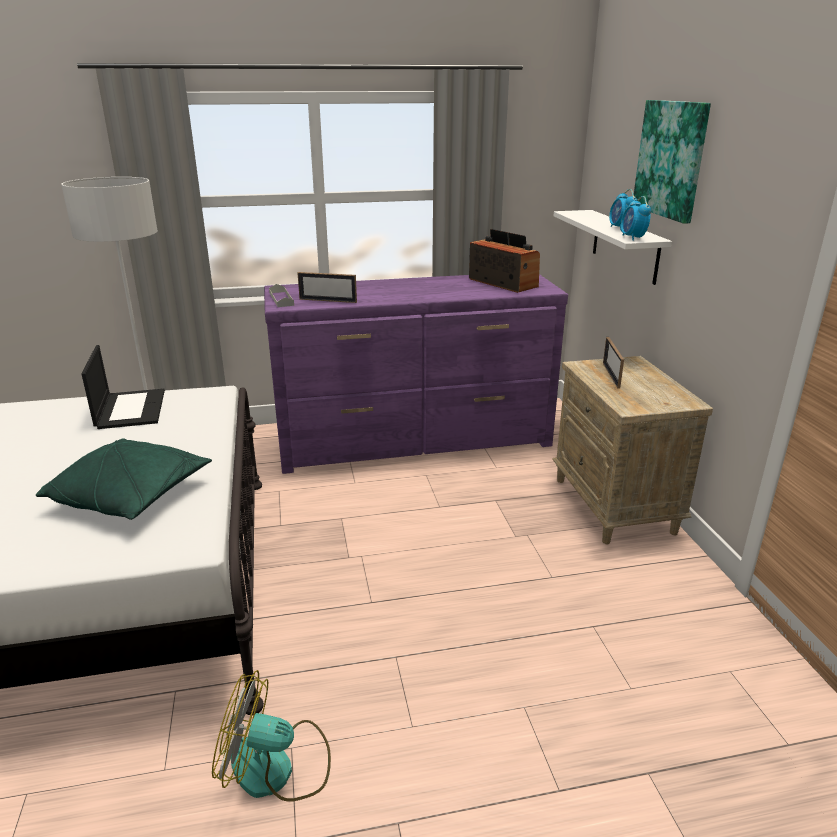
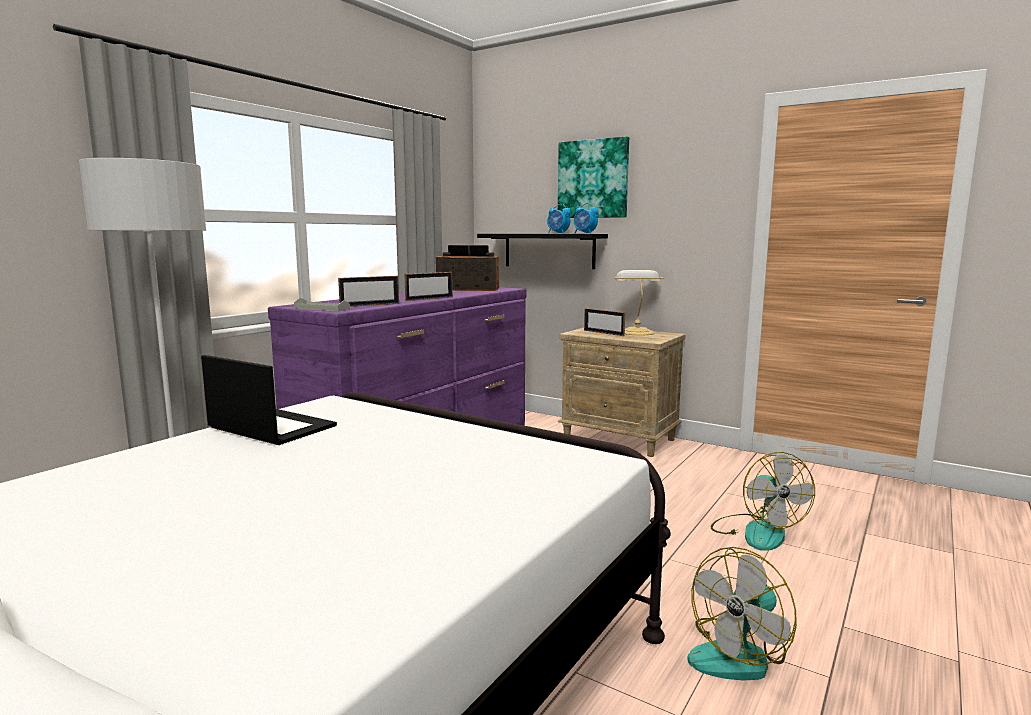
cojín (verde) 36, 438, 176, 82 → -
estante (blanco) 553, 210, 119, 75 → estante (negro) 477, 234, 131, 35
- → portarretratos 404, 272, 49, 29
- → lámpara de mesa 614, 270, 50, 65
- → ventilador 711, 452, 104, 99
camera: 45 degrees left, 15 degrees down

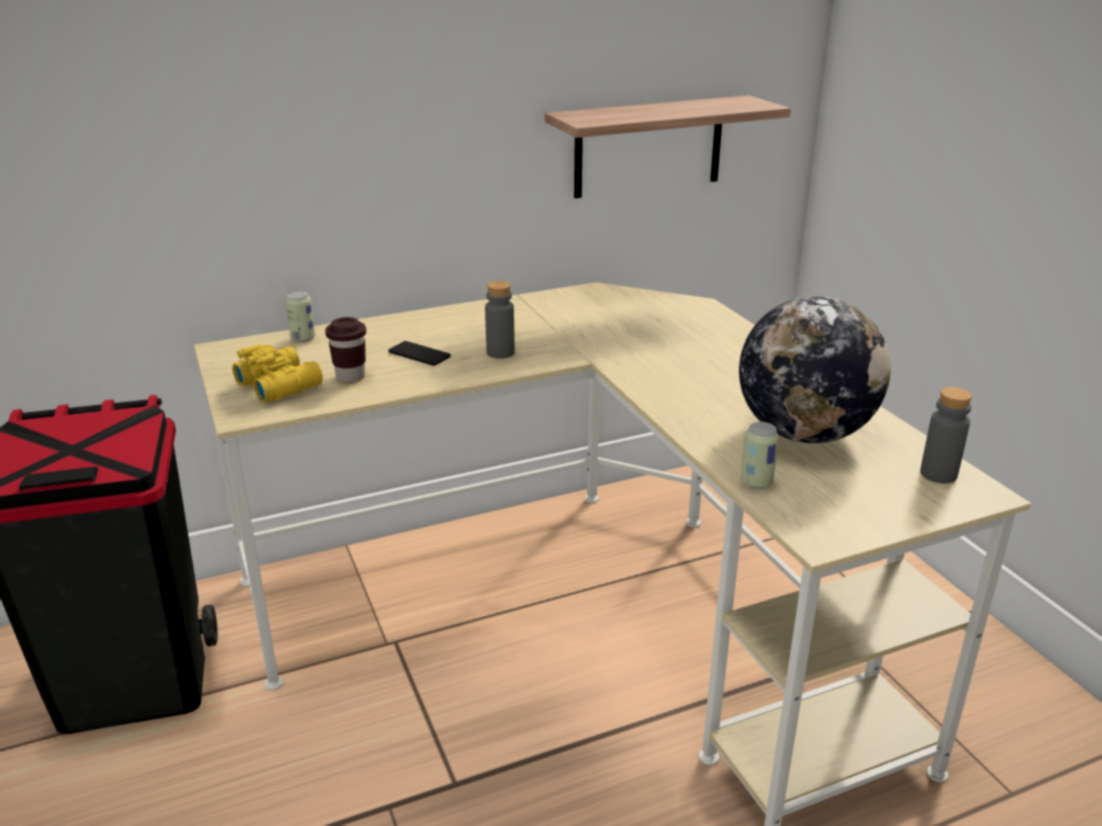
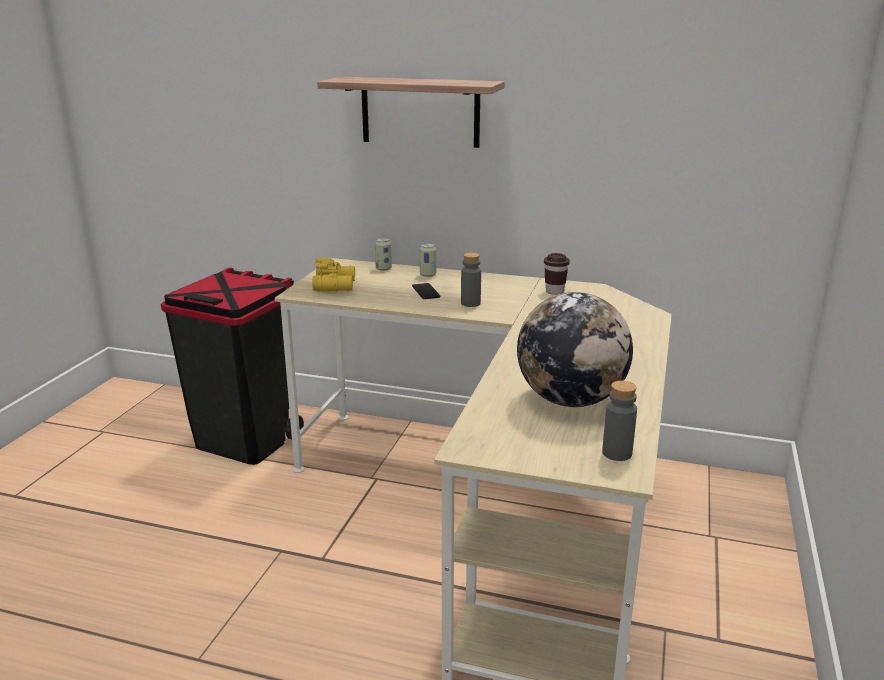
taza (marrón) 325, 317, 41, 65 → taza (marrón) 544, 253, 26, 42, relocated
estante 545, 95, 246, 103 → estante 317, 77, 188, 71, relocated
lata 741, 422, 38, 67 → lata 420, 243, 16, 34, relocated
camera: 40 degrees right, 5 degrees down

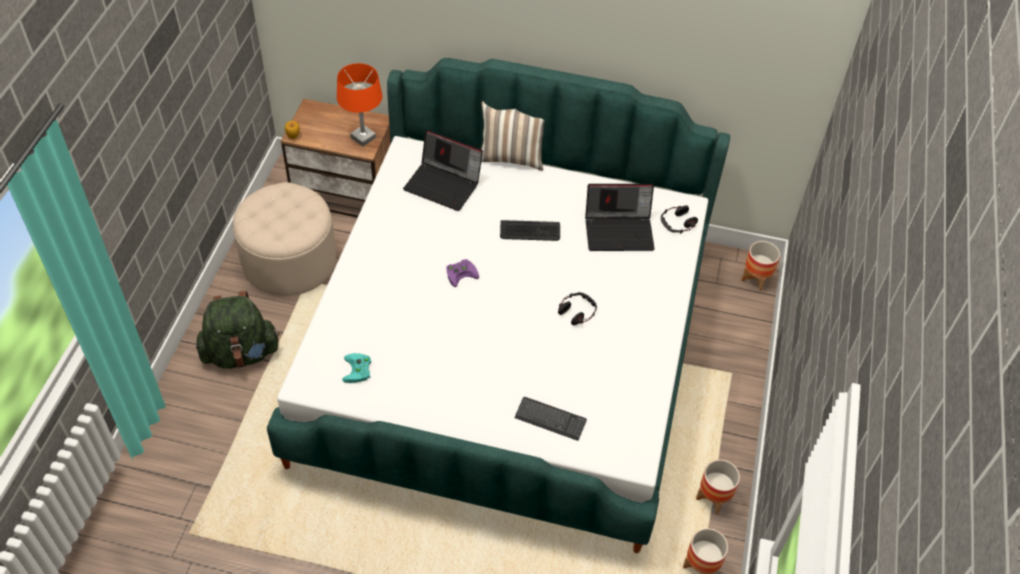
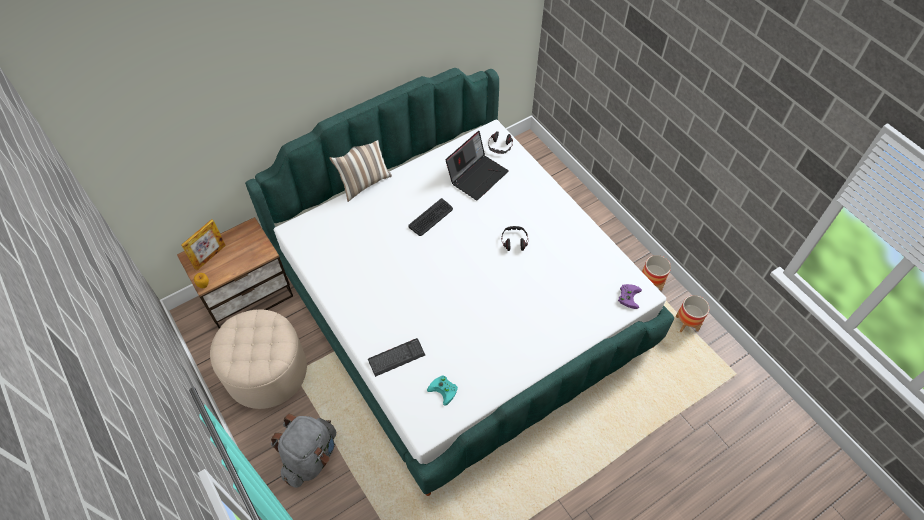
mochila (verde) 196, 291, 84, 78 → mochila (gris) 271, 414, 65, 74
lámpara de mesa (naranja) 337, 63, 45, 84 → -
portátil 403, 130, 80, 81 → -
mando de consola (morado) 446, 259, 33, 28 → mando de consola (morado) 618, 284, 24, 25, relocated
teclado 515, 397, 72, 44 → teclado 368, 338, 57, 39, relocated
maceta 741, 241, 39, 50 → -
- → portarretratos 181, 219, 45, 52
camera: 45 degrees left, 5 degrees up

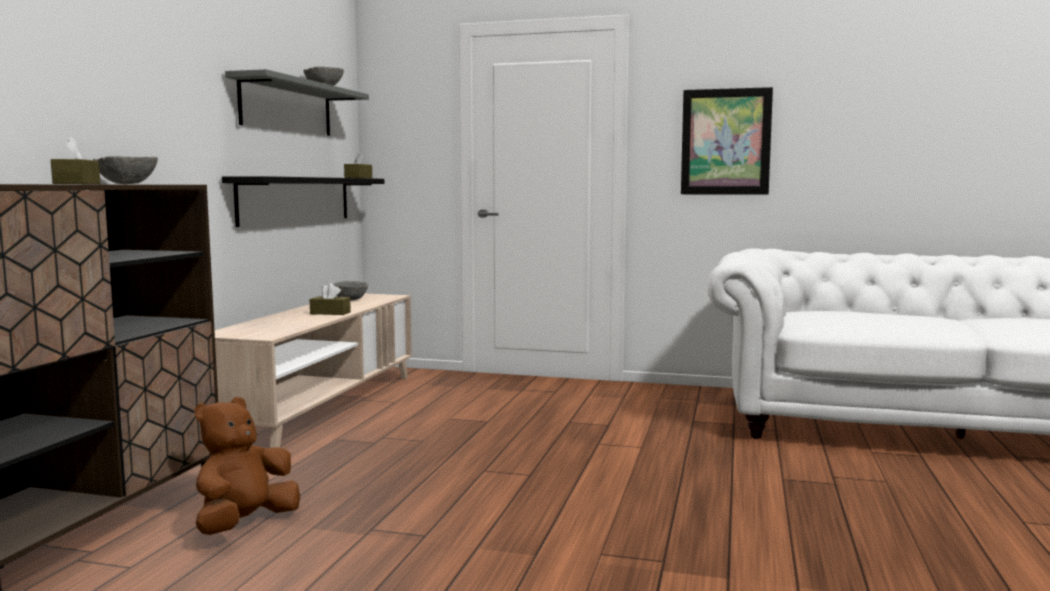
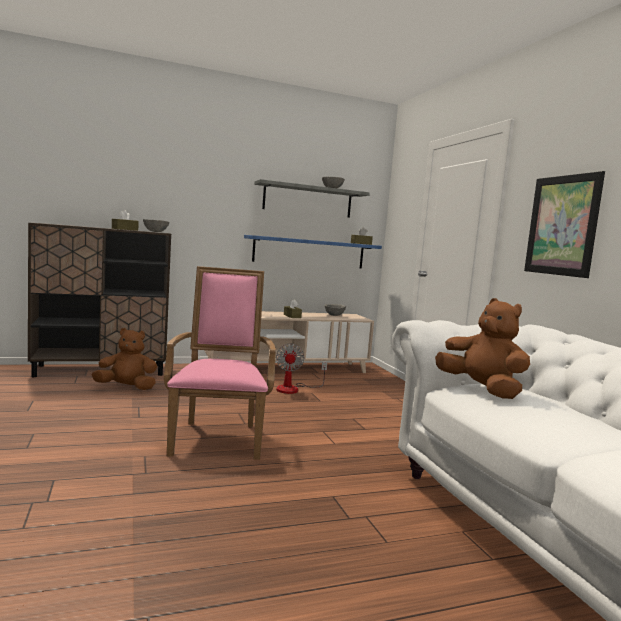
estante (negro) 222, 176, 162, 51 → estante (azul) 244, 235, 138, 34
- → sillón (rosa) 164, 266, 112, 194
- → ventilador 276, 343, 51, 51
- → peluche (marrón) 435, 298, 95, 101
camera: 55 degrees right, 0 degrees up

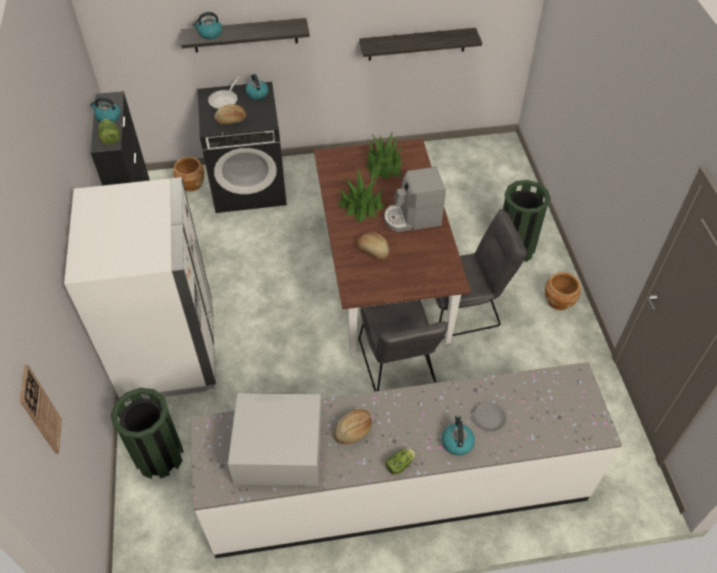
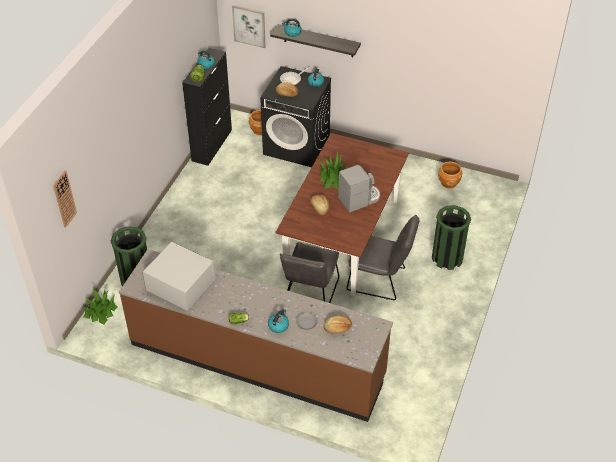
nevera (blanco) 64, 177, 152, 225 → -
mueble bajo de cocina (blanco) 190, 362, 432, 196 → mueble bajo de cocina (marrón) 119, 249, 274, 173
pan 334, 409, 38, 35 → pan 324, 315, 28, 18, relocated
estante 359, 28, 123, 32 → -
planta en maceta 366, 131, 37, 49 → planta en maceta 81, 287, 37, 37, relocated
cafetera 384, 167, 62, 65 → cafetera 338, 165, 42, 47, 135 degrees clockwise
maceta (marrón) 545, 272, 36, 38 → maceta (marrón) 438, 162, 25, 26, relocated
- → cuadro 232, 5, 34, 43
camera: 30 degrees right, 5 degrees down

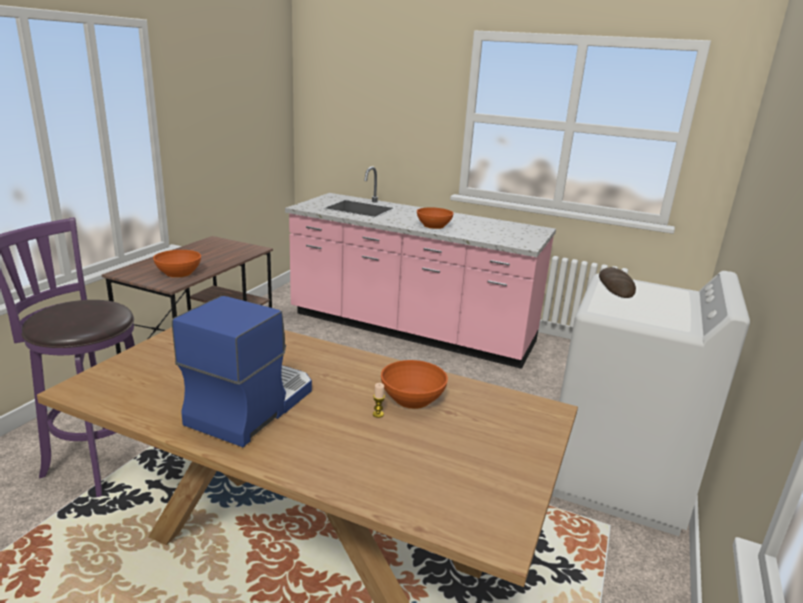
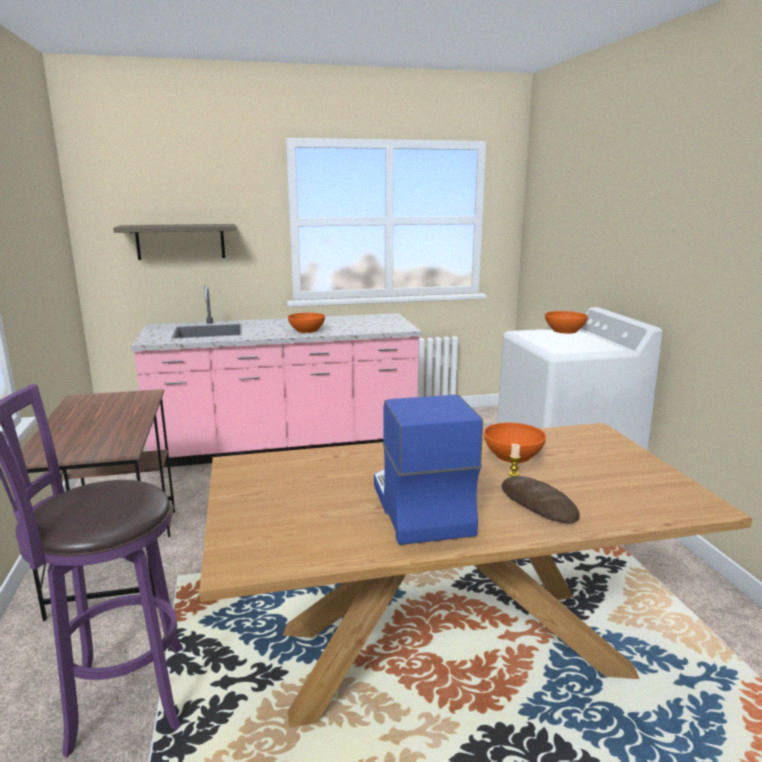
cuenco (naranja) 153, 250, 48, 28 → cuenco (naranja) 545, 311, 43, 23, relocated
pan 599, 267, 37, 31 → pan 501, 476, 79, 48, relocated
- → estante 113, 224, 123, 36
camera: 35 degrees left, 5 degrees down

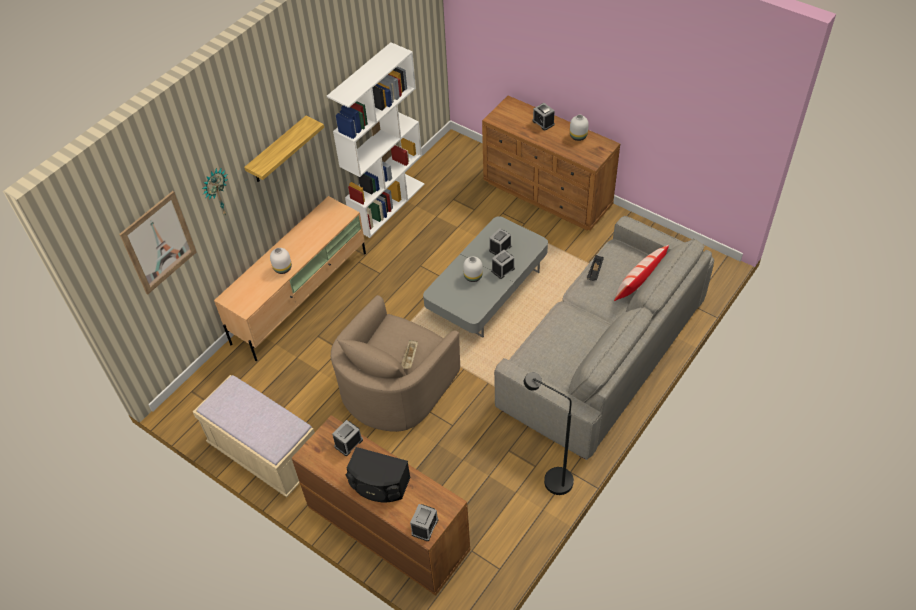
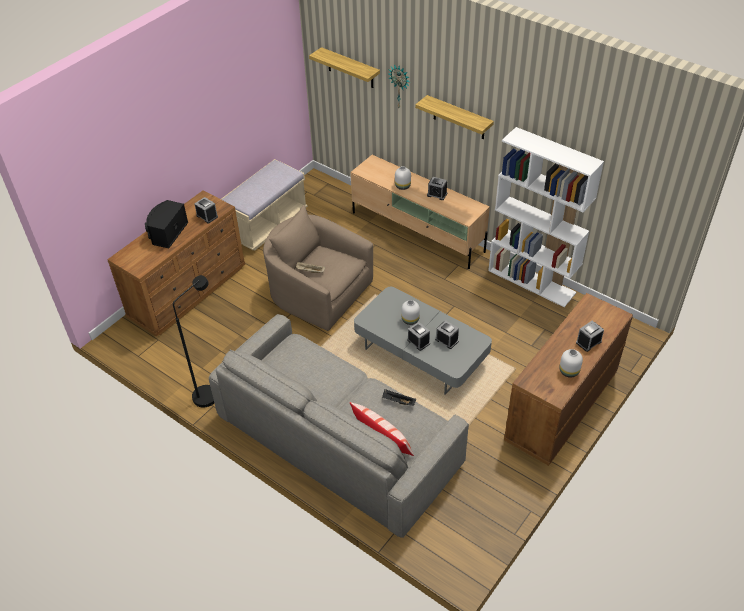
cuadro 119, 191, 77, 103 → estante 309, 47, 71, 41
despertador 410, 504, 28, 37 → despertador 427, 177, 20, 23, relocated
camera: 90 degrees right, 5 degrees down

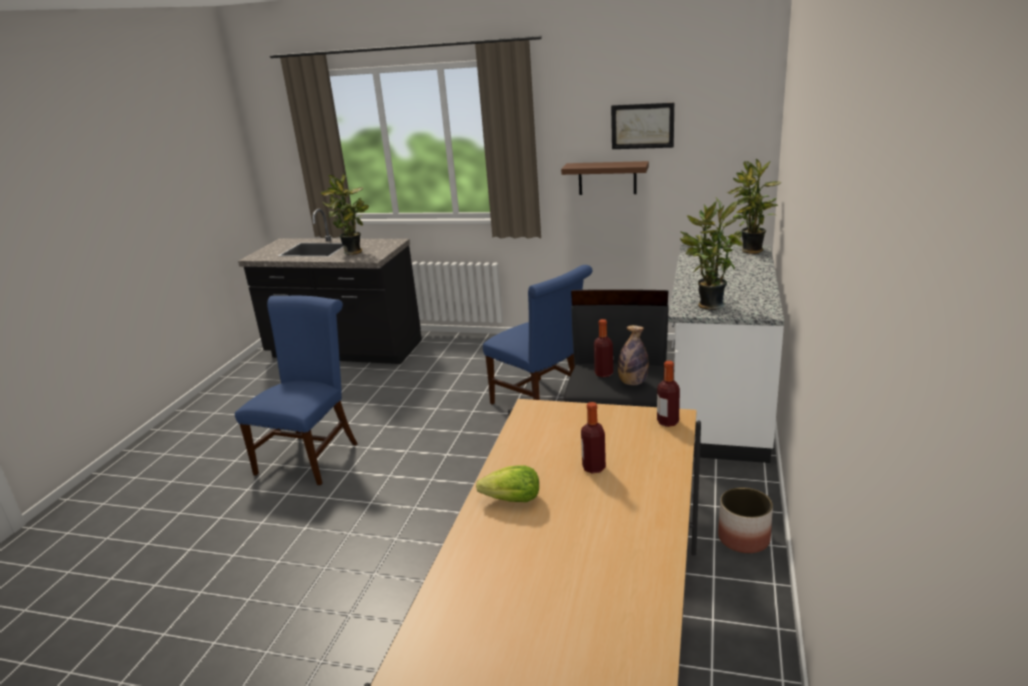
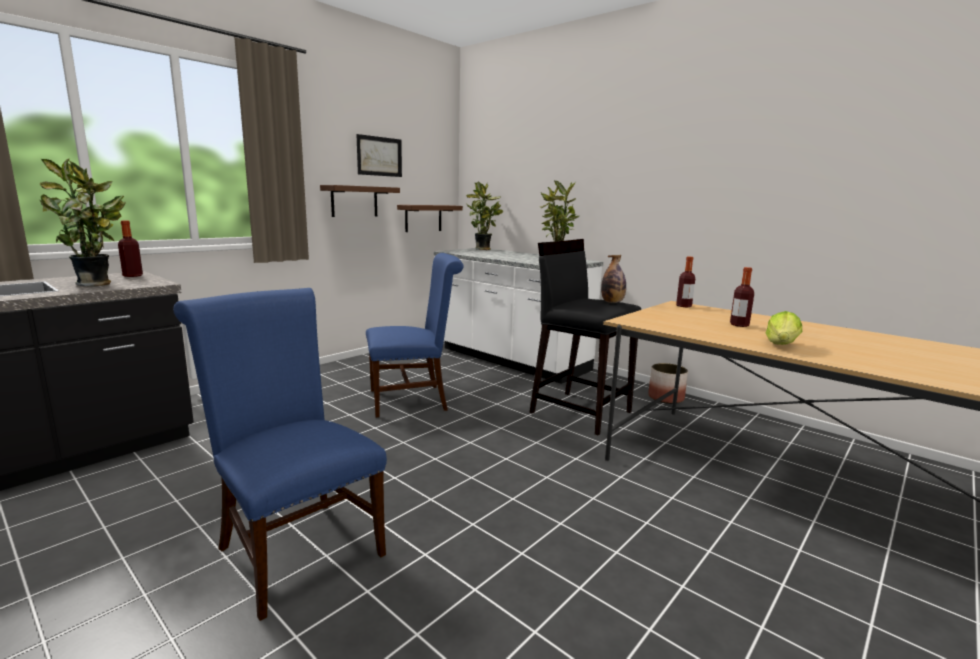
botella 594, 319, 19, 58 → botella 118, 220, 25, 57, relocated
- → estante (marrón) 397, 205, 66, 27
camera: 65 degrees left, 10 degrees down

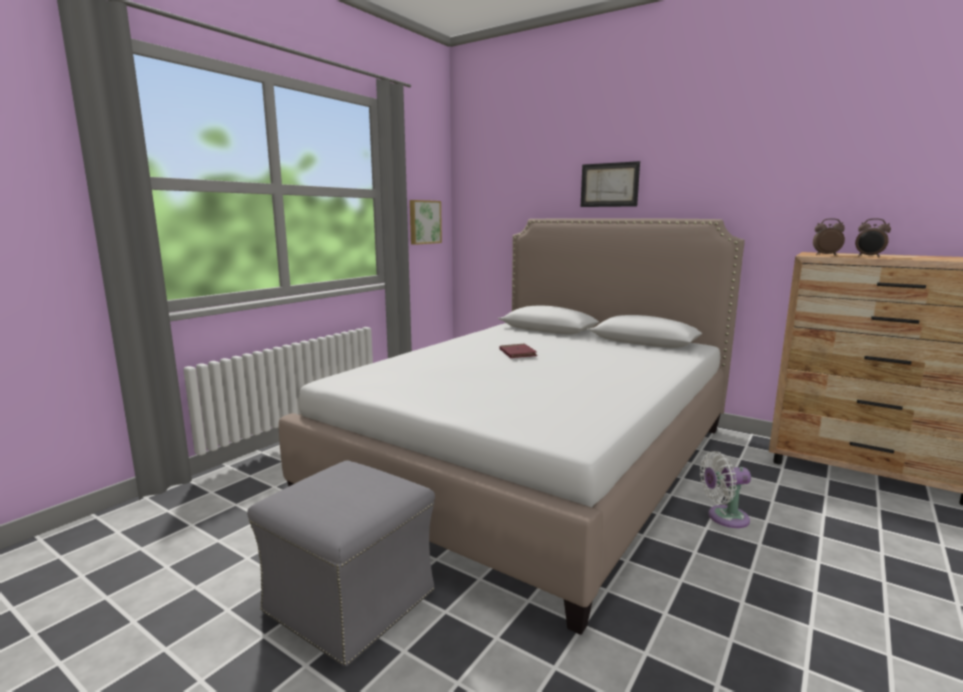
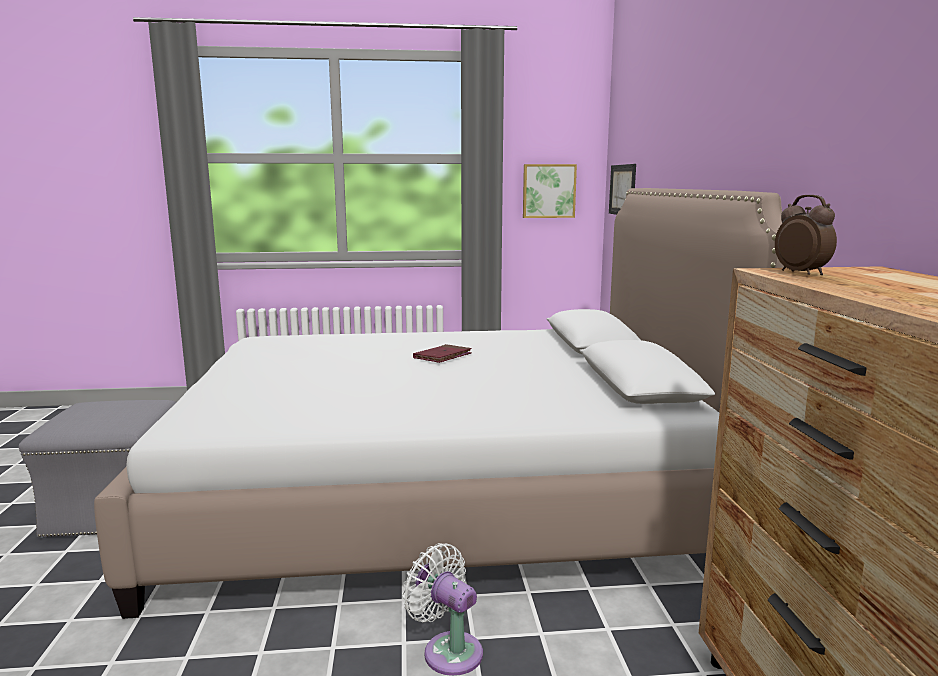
cuadro 581, 161, 59, 46 → cuadro 609, 164, 27, 51, relocated
despertador 855, 219, 36, 38 → -
camera: 50 degrees right, 0 degrees up

